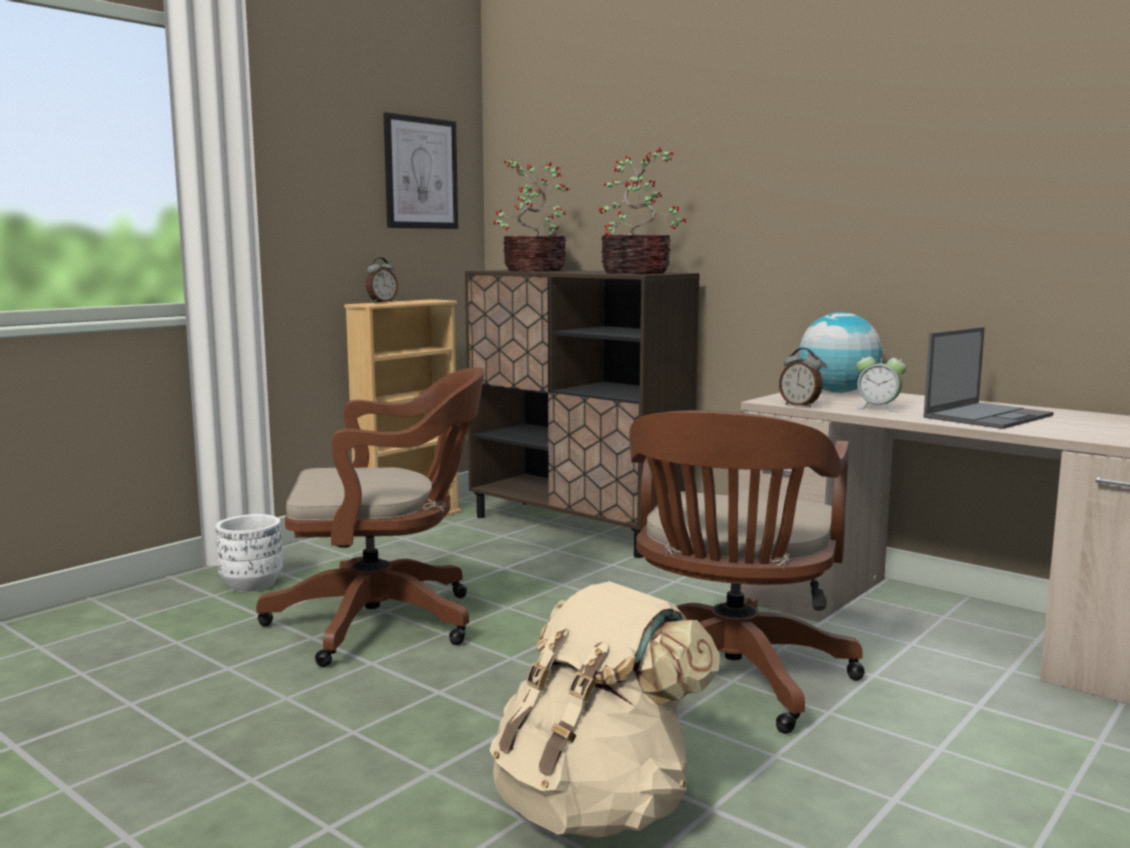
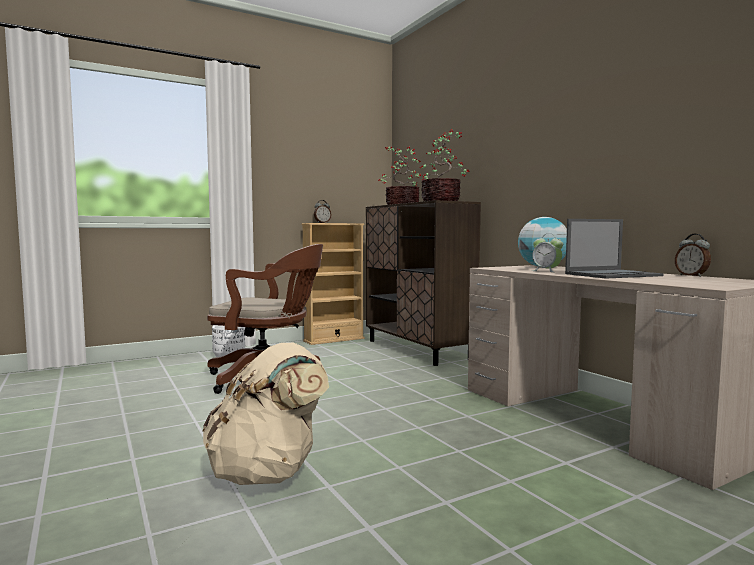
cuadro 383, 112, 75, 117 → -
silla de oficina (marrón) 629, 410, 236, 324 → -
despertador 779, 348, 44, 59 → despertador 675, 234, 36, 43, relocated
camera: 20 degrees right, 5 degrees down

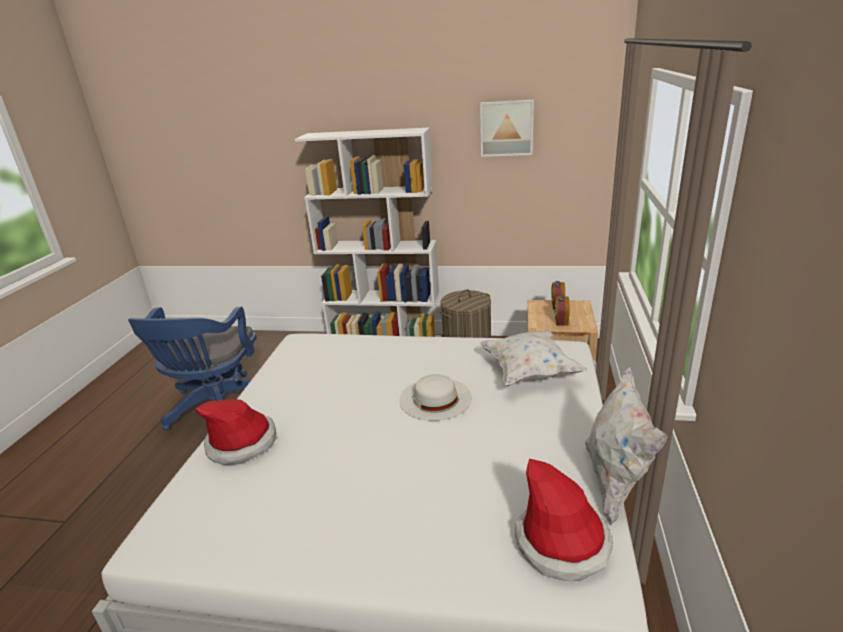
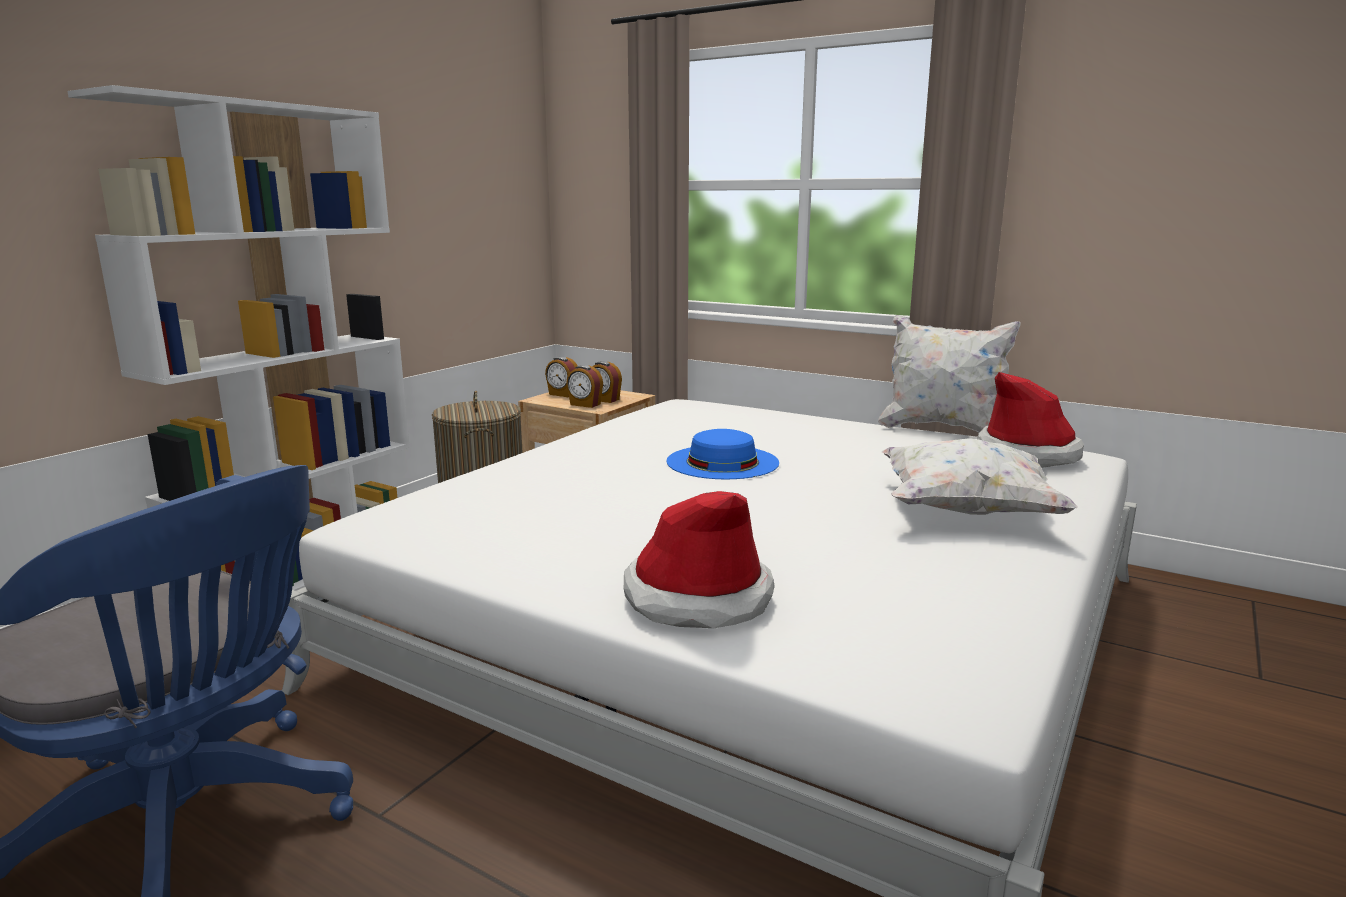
sombrero (blanco) 399, 374, 73, 47 → sombrero (azul) 666, 429, 113, 50
cuadro 480, 100, 54, 57 → -
cojín (blanco) 480, 330, 107, 56 → cojín (blanco) 881, 438, 197, 77, relocated
- → despertador 566, 365, 37, 43
camera: 70 degrees left, 10 degrees down

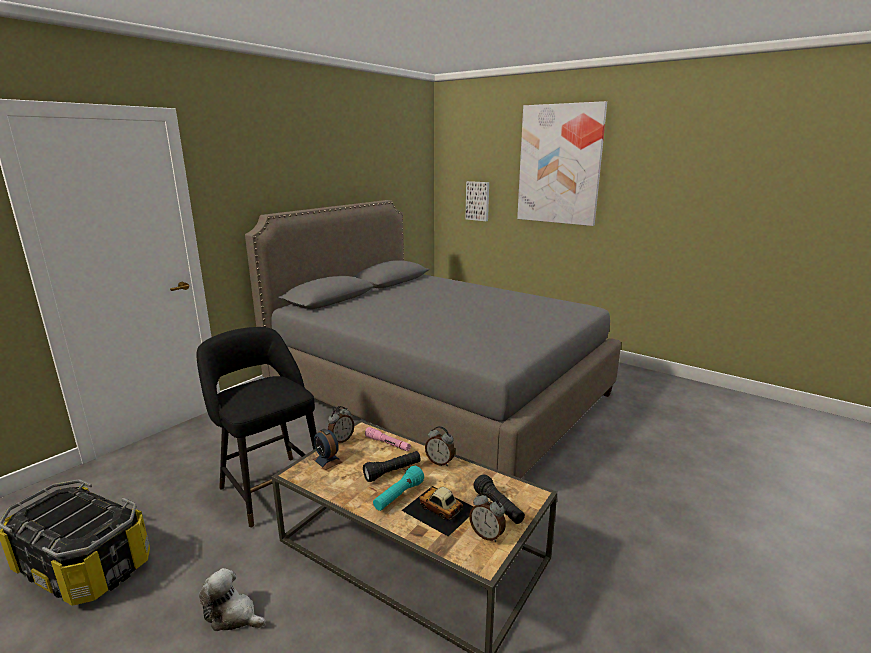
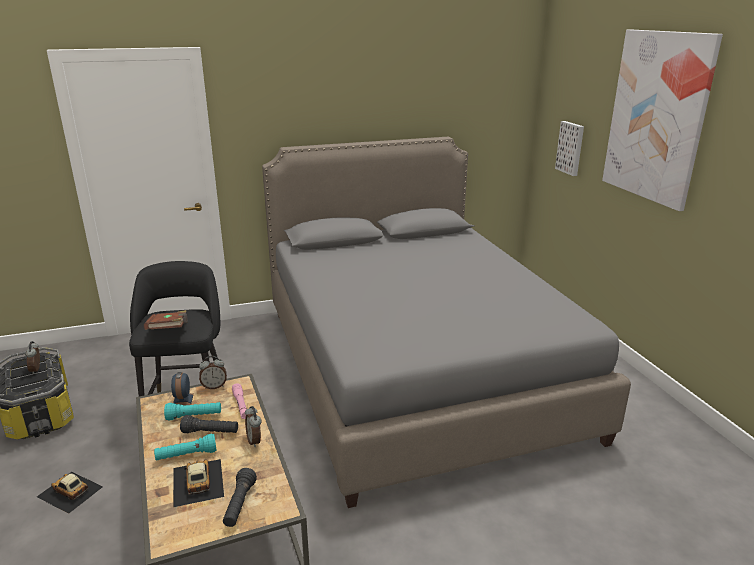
peluche 199, 568, 67, 63 → coche de juguete 37, 472, 66, 42
despertador 469, 492, 37, 50 → despertador 25, 341, 15, 33, relocated
- → libro (marrón) 144, 310, 44, 20
- → linterna (turquesa) 164, 402, 57, 19
camera: 35 degrees right, 5 degrees up

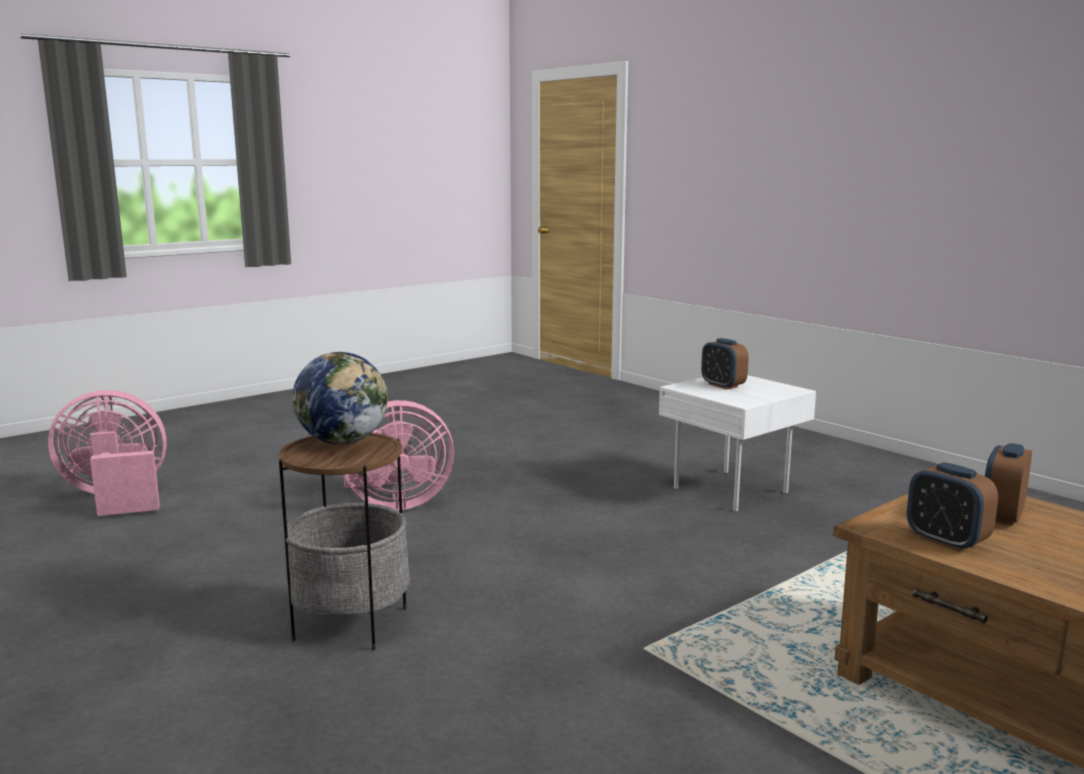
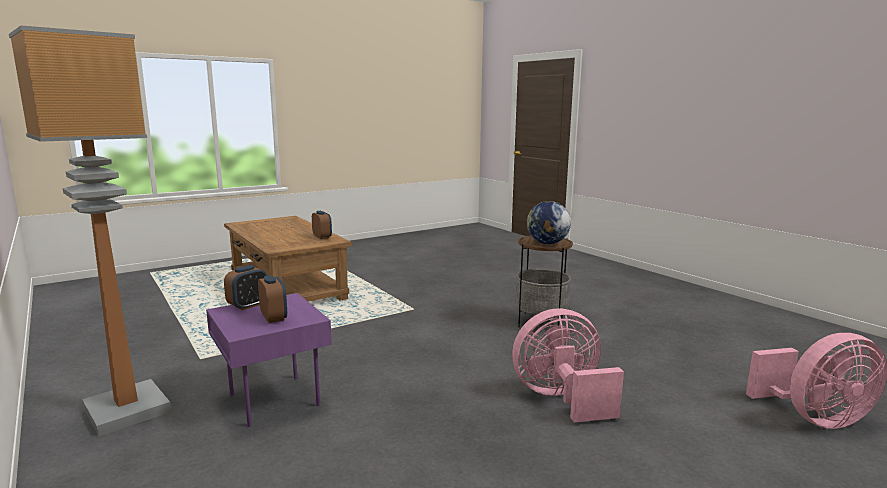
mesa auxiliar (blanco) 659, 375, 157, 136 → mesa auxiliar (morado) 206, 293, 126, 134
despertador 985, 443, 47, 83 → despertador 224, 265, 43, 45, relocated
- → lámpara de pie 9, 25, 162, 412
camera: 175 degrees left, 0 degrees up

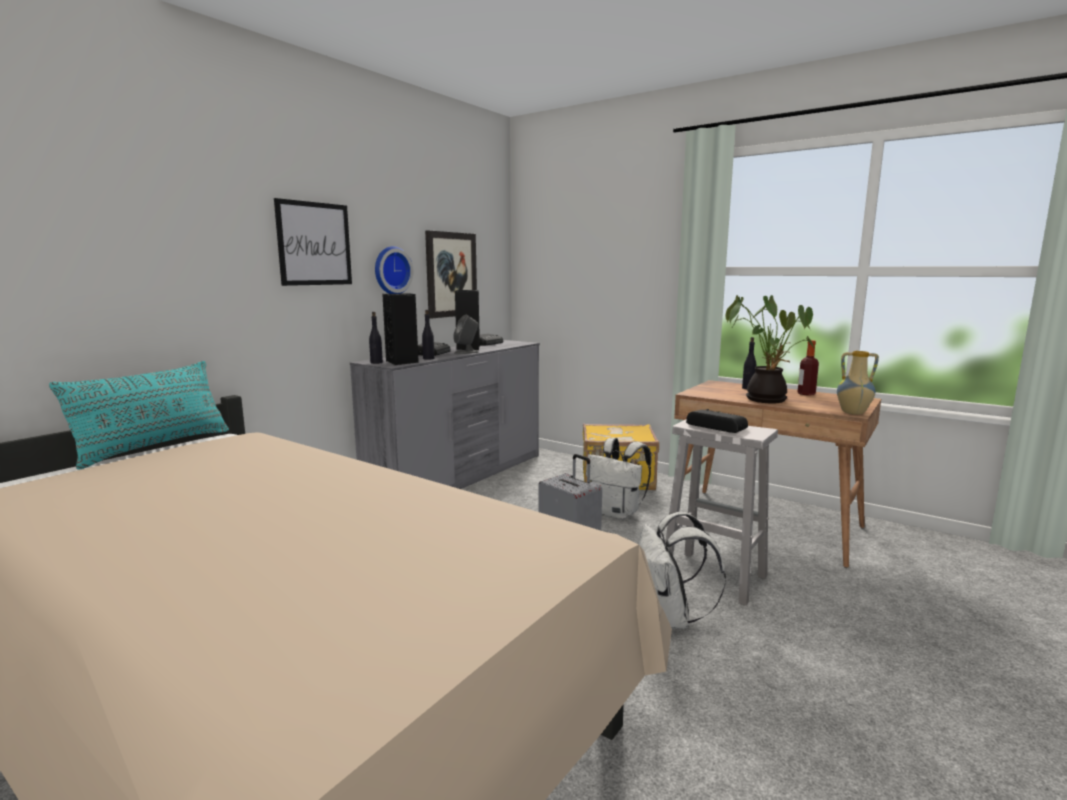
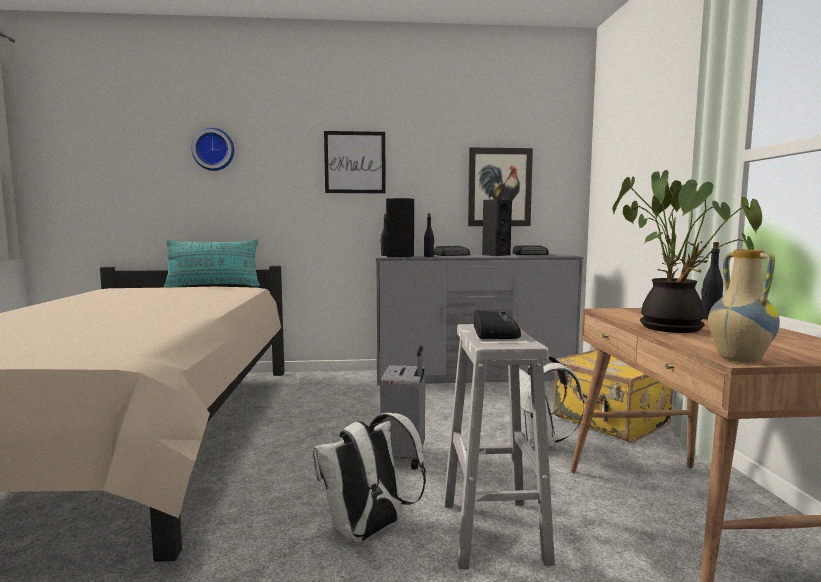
reloj de pared 375, 246, 38, 48 → reloj de pared 191, 128, 43, 43, relocated
altavoz (gris) 453, 315, 26, 39 → -
botella 798, 340, 21, 56 → -
camera: 50 degrees right, 5 degrees down

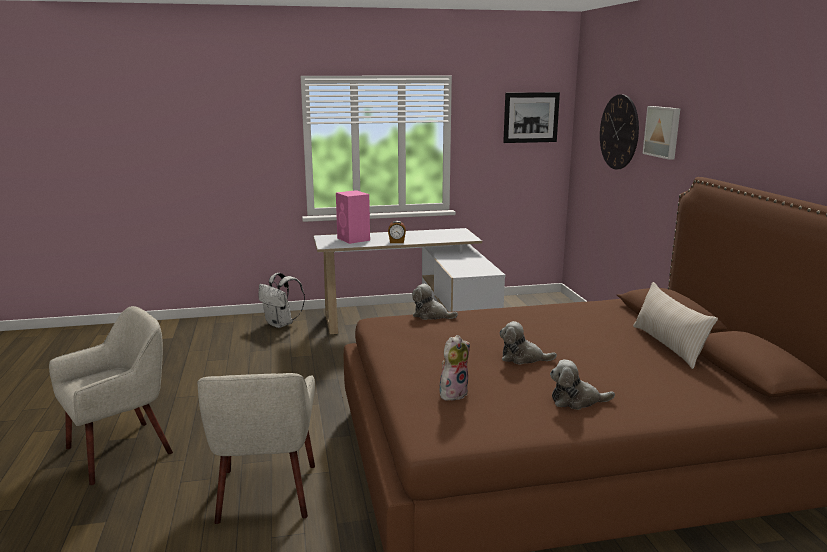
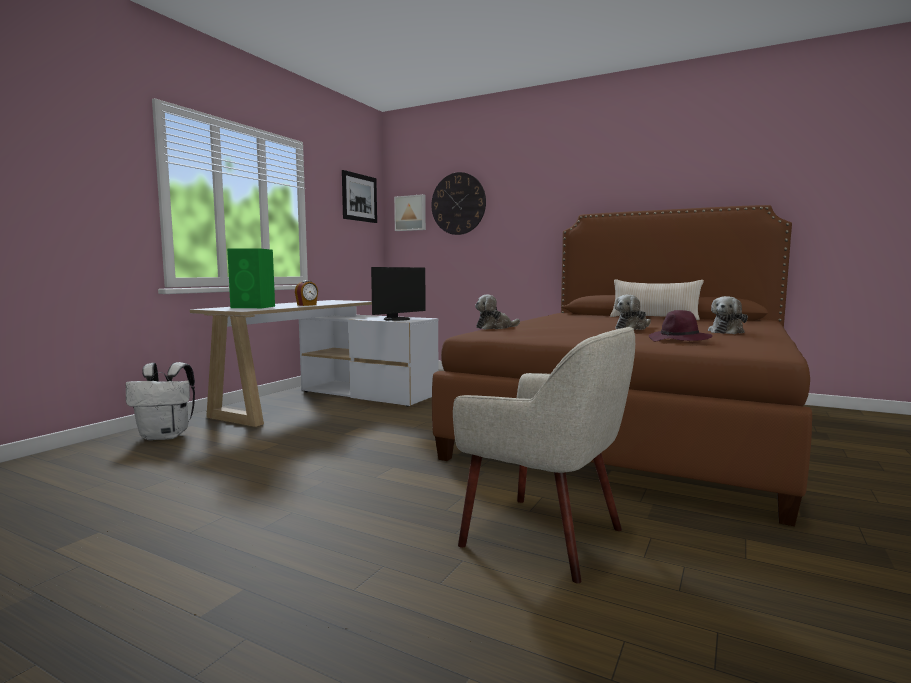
sillón (beis) 49, 306, 124, 179 → -
altavoz (rosa) 336, 190, 34, 54 → altavoz (verde) 227, 248, 48, 60
peluche 440, 335, 30, 67 → sombrero (morado) 649, 310, 63, 31
cuadro 642, 106, 38, 54 → cuadro 394, 194, 32, 37, relocated
- → monitor 371, 267, 55, 54
camera: 50 degrees left, 10 degrees down

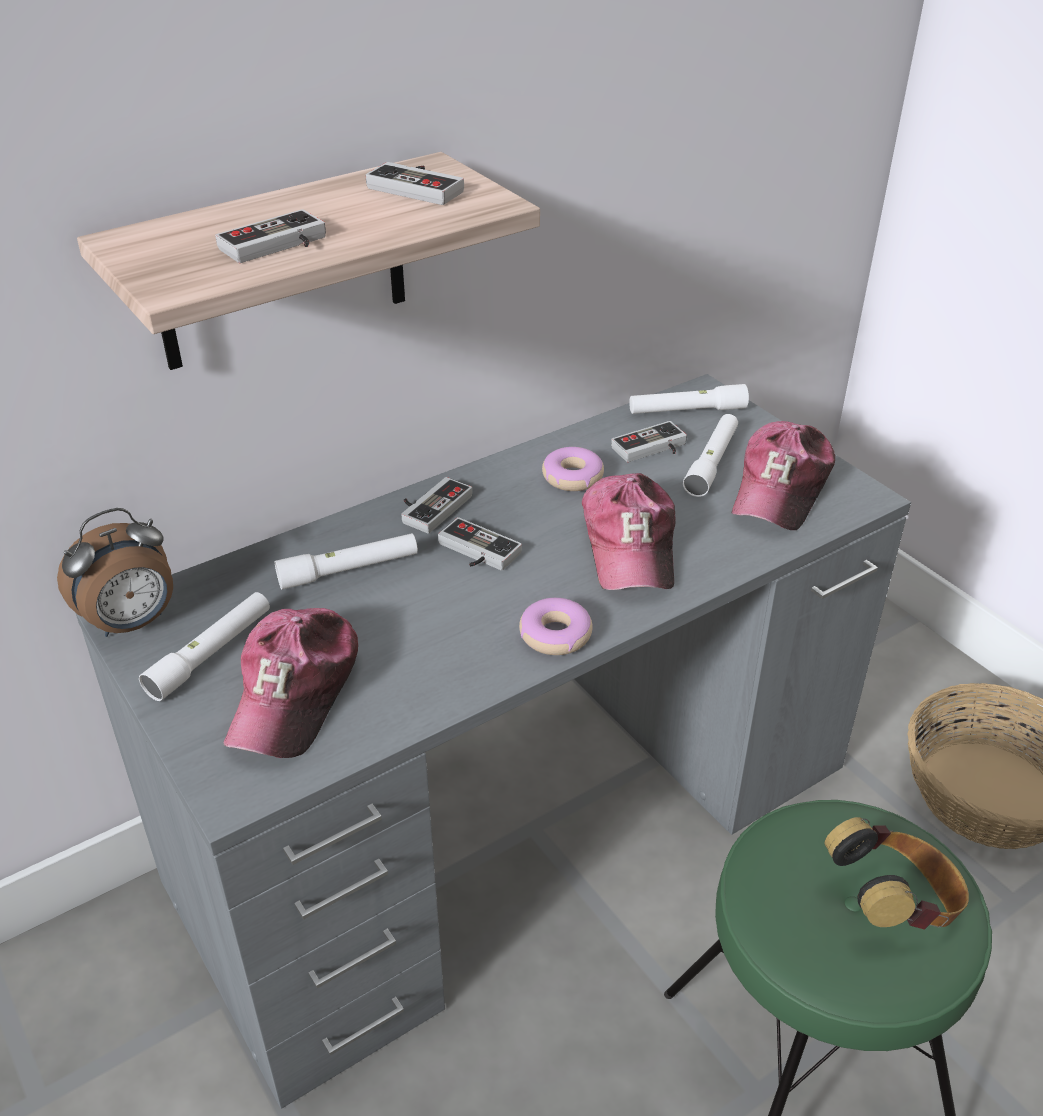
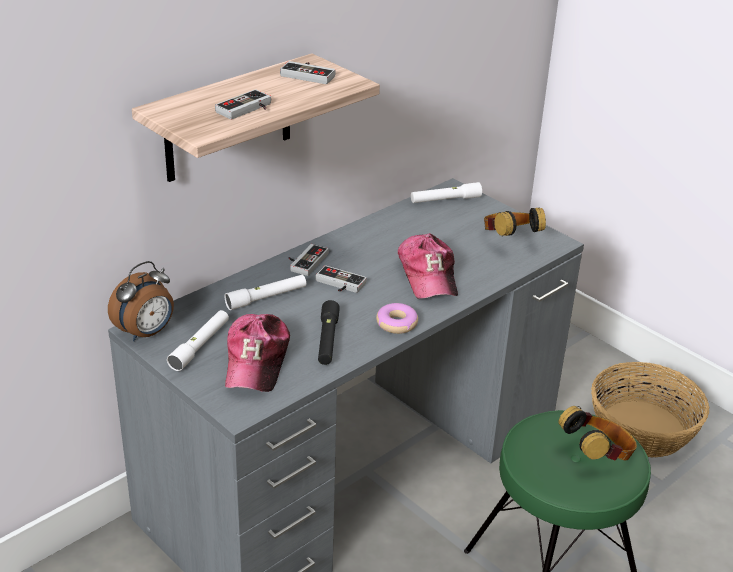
rosquilla 542, 447, 62, 44 → -
mando de consola 611, 421, 76, 41 → -
linterna (blanco) 683, 414, 55, 83 → -
gorra 732, 421, 103, 109 → auriculares 484, 207, 62, 29
- → linterna (negro) 318, 300, 22, 65
camera: 10 degrees left, 5 degrees down

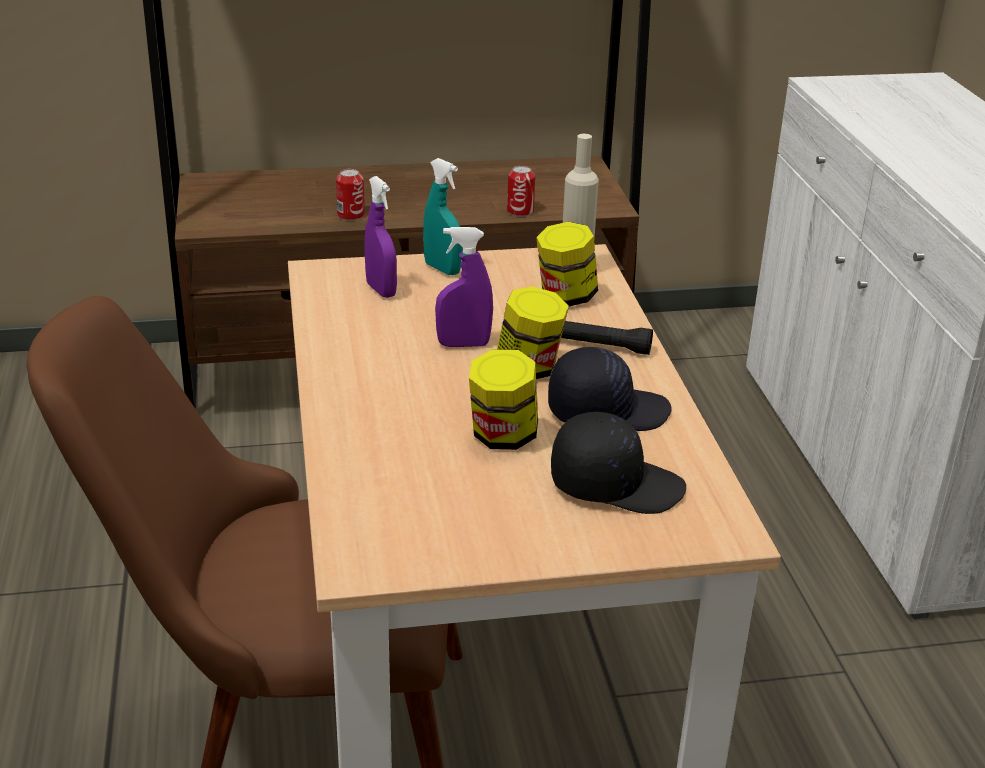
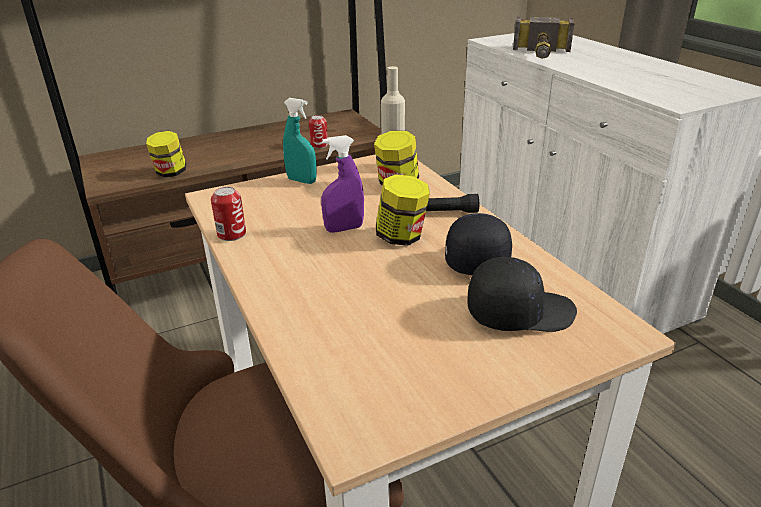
lata 336, 169, 29, 52 → lata 211, 187, 35, 54, relocated
pulverizador (morado) 365, 176, 32, 122 → -
tarro 469, 349, 69, 101 → tarro 146, 131, 40, 47, relocated
gorra (negro) 548, 347, 124, 84 → gorra (negro) 445, 213, 67, 62, 60 degrees counterclockwise
- → martillo 513, 17, 61, 42
camera: 15 degrees left, 0 degrees up

